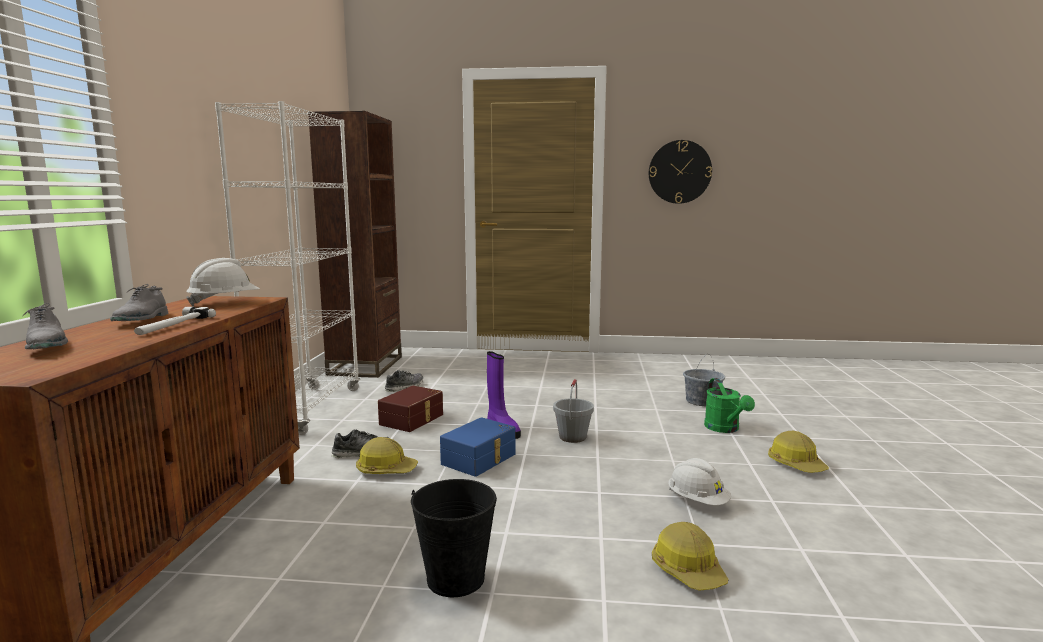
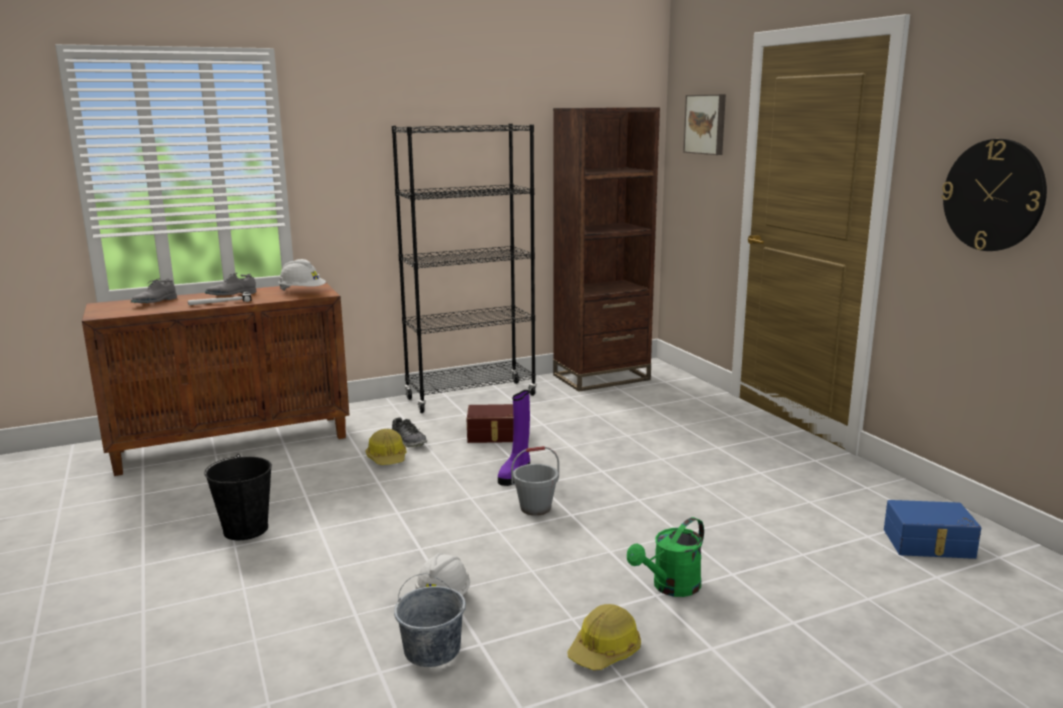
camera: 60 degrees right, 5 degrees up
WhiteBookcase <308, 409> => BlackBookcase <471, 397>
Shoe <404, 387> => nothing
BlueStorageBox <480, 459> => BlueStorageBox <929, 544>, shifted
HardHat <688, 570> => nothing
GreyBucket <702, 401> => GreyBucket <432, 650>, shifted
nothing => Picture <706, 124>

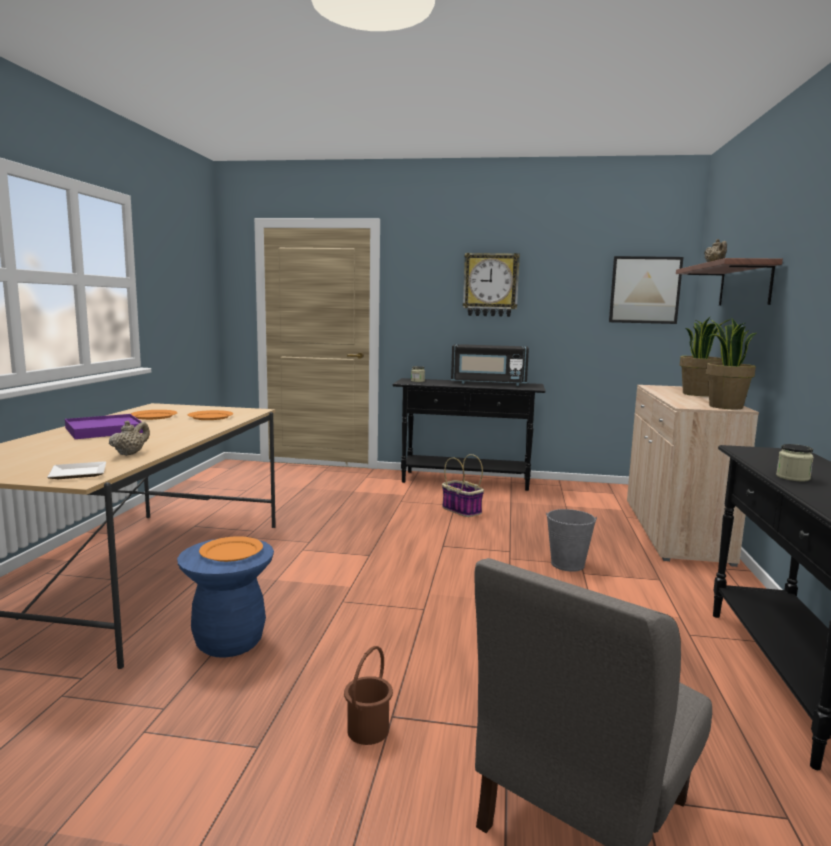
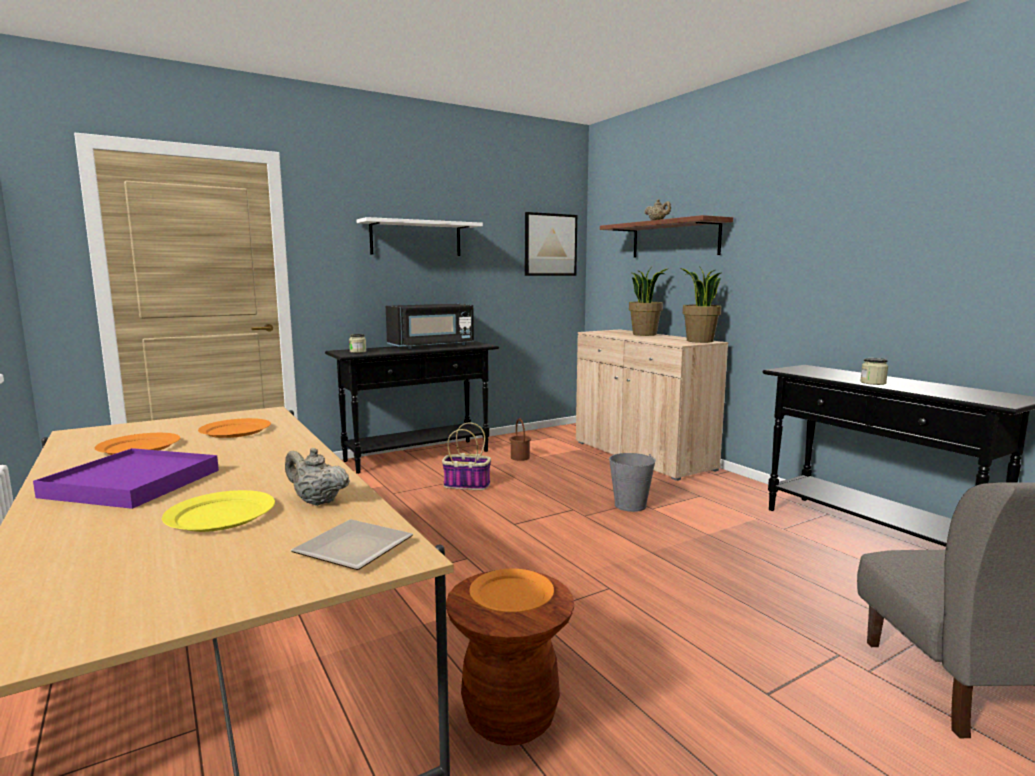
camera: 40 degrees left, 0 degrees up
BeigeTeapot <130, 453> => BeigeTeapot <316, 501>, 45 degrees counterclockwise
BlueStool <229, 642> => BrownStool <510, 717>
BrownBucket <368, 730> => BrownBucket <520, 457>, shifted
WallClock <490, 285> => WhiteShelf <416, 238>
nothing => YellowPlate <220, 515>

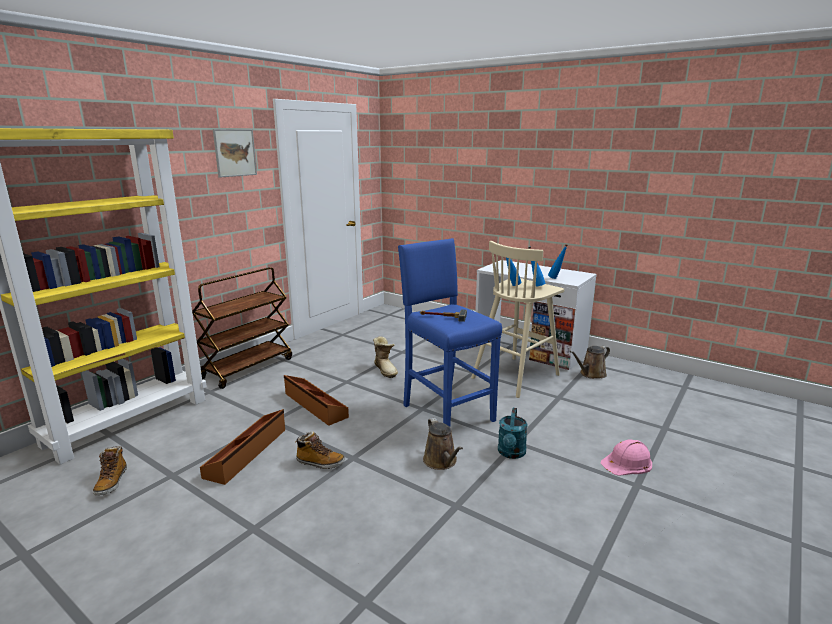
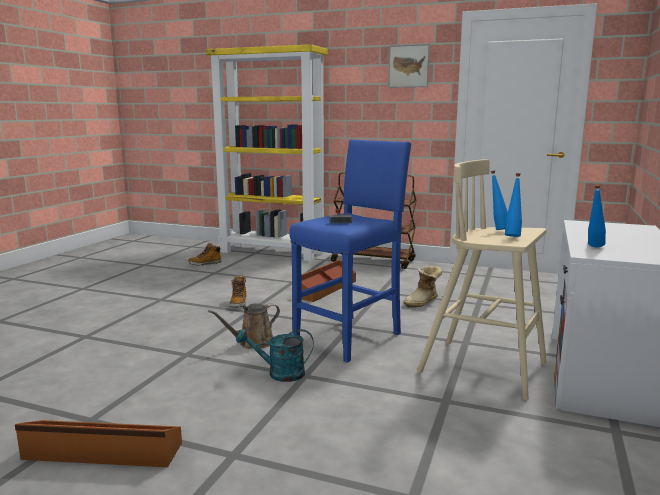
camera: 75 degrees right, 5 degrees down
BrownStorageBox <247, 452> => BrownStorageBox <102, 452>, shifted
BrownWateringCan <591, 374> => nothing
PinkHardHat <627, 463> => nothing

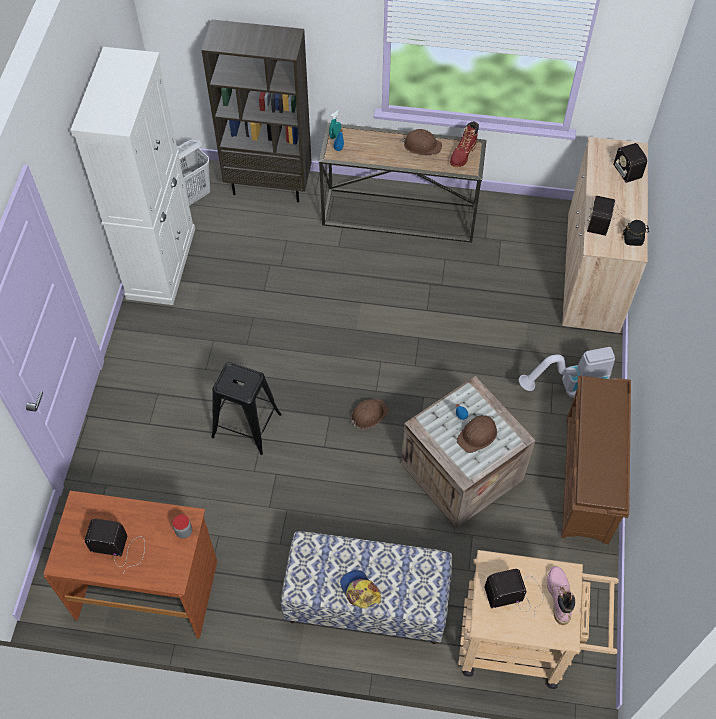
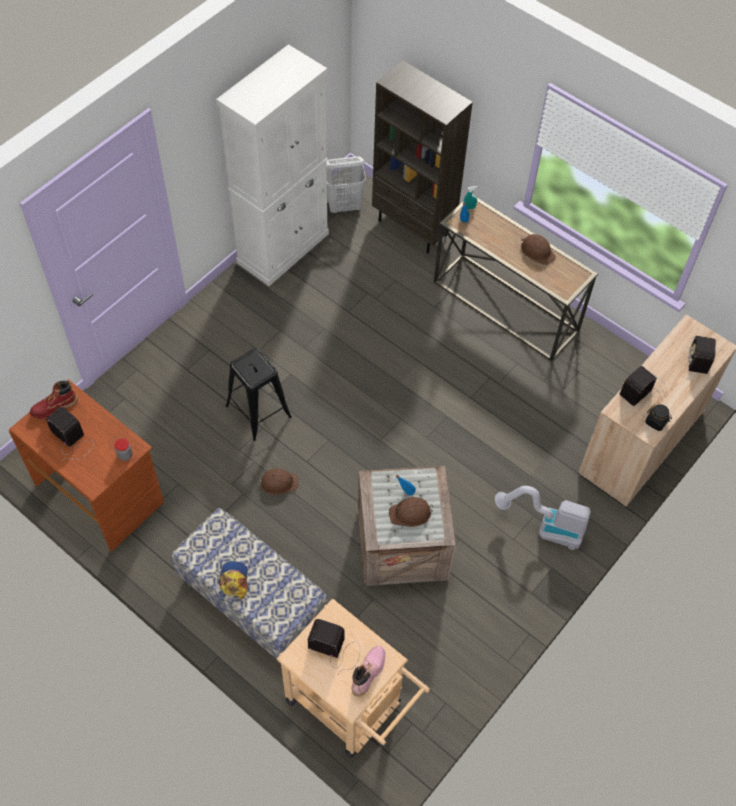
camera: 30 degrees right, 0 degrees up
BrownHardHat <368, 414> => BrownHardHat <278, 483>, shifted
RedBoot <463, 155> => RedBoot <54, 407>, shifted
BrownShoeRack <588, 480> => nothing

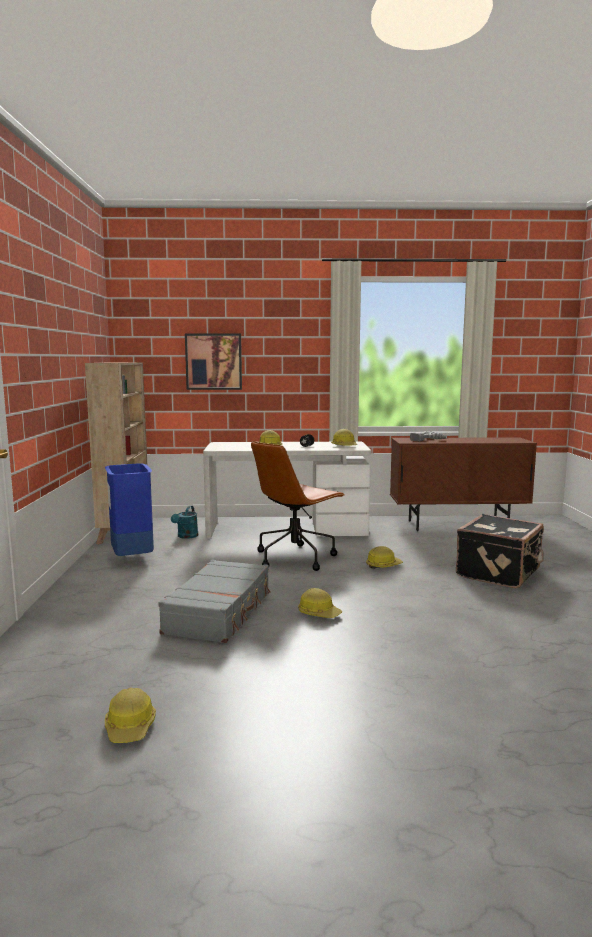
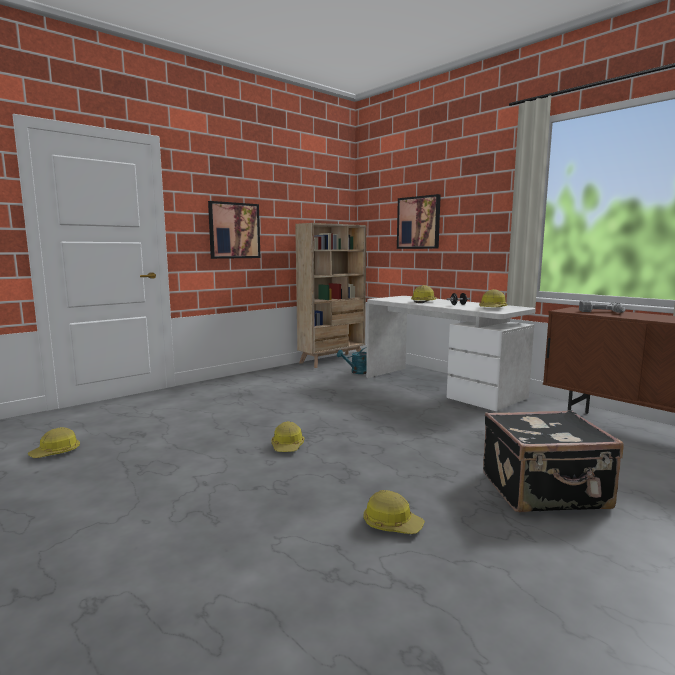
camera: 50 degrees right, 0 degrees up
BlueTrashCan <132, 558> => nothing
GreySuitcase <220, 612> => nothing
BrownOfficeChair <295, 557> => nothing
HardHat <383, 565> => HardHat <392, 524>, shifted
nothing => Picture <234, 230>

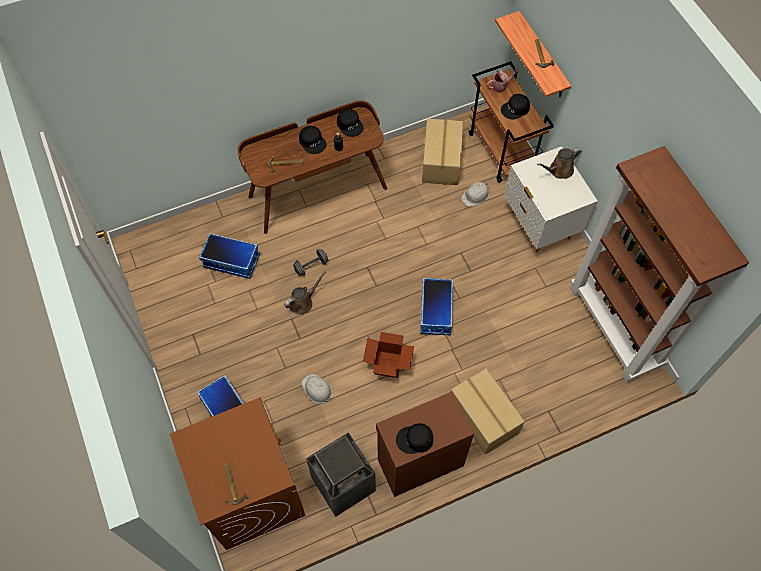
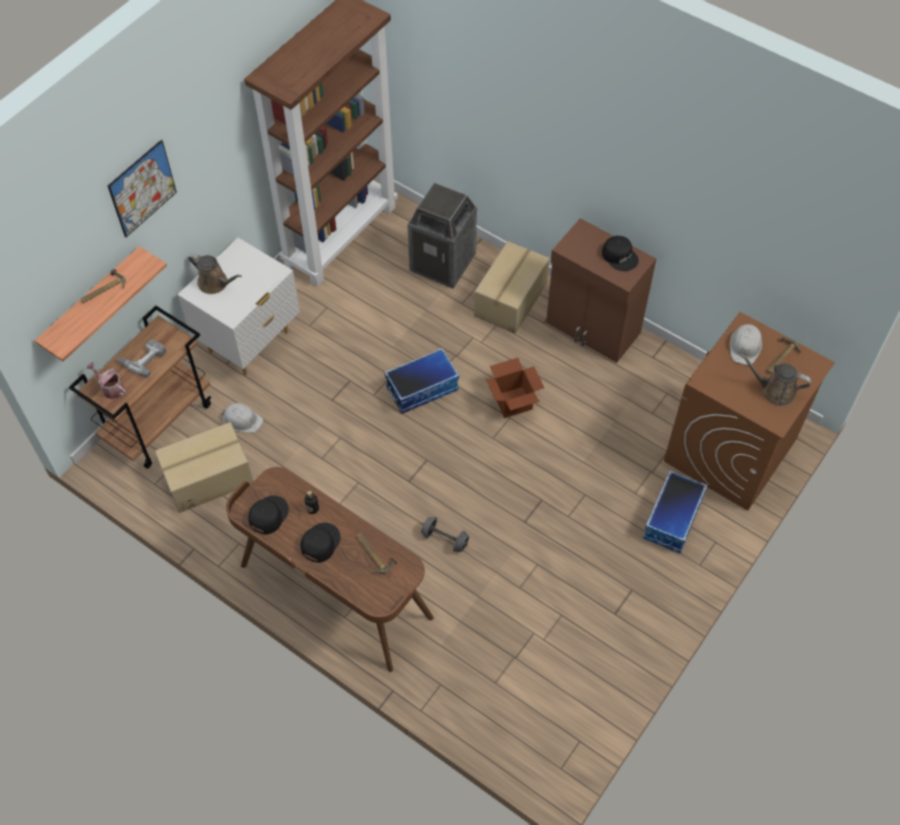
camera: 120 degrees left, 5 degrees down
StorageBox <232, 261> => nothing
BrownWateringCan <303, 302> => BrownWateringCan <774, 391>, shifted
WhiteHardHat <317, 389> => WhiteHardHat <745, 346>, shifted
TrashCan <343, 485> => TrashCan <443, 263>, shifted
BlackCap <515, 109> => PowerDrill <142, 359>
nothing => Picture <142, 188>

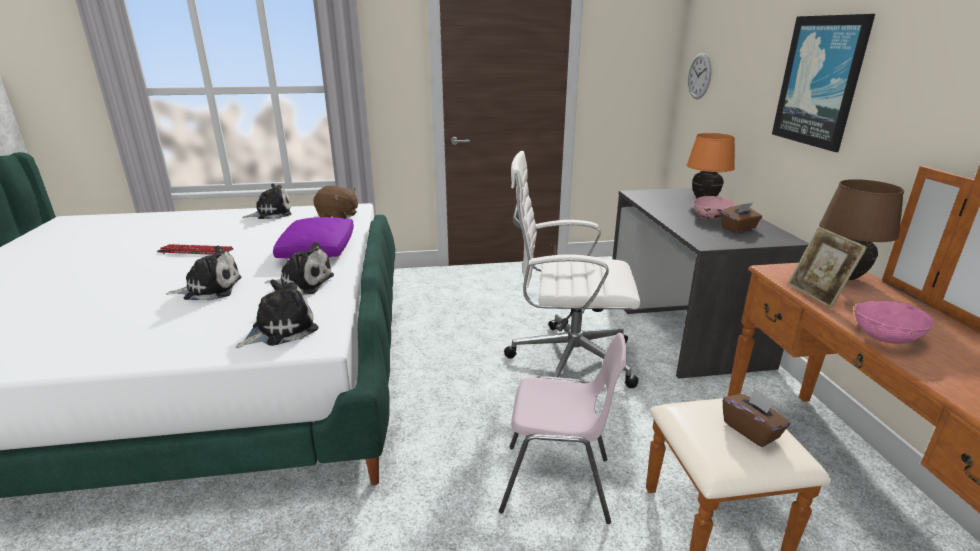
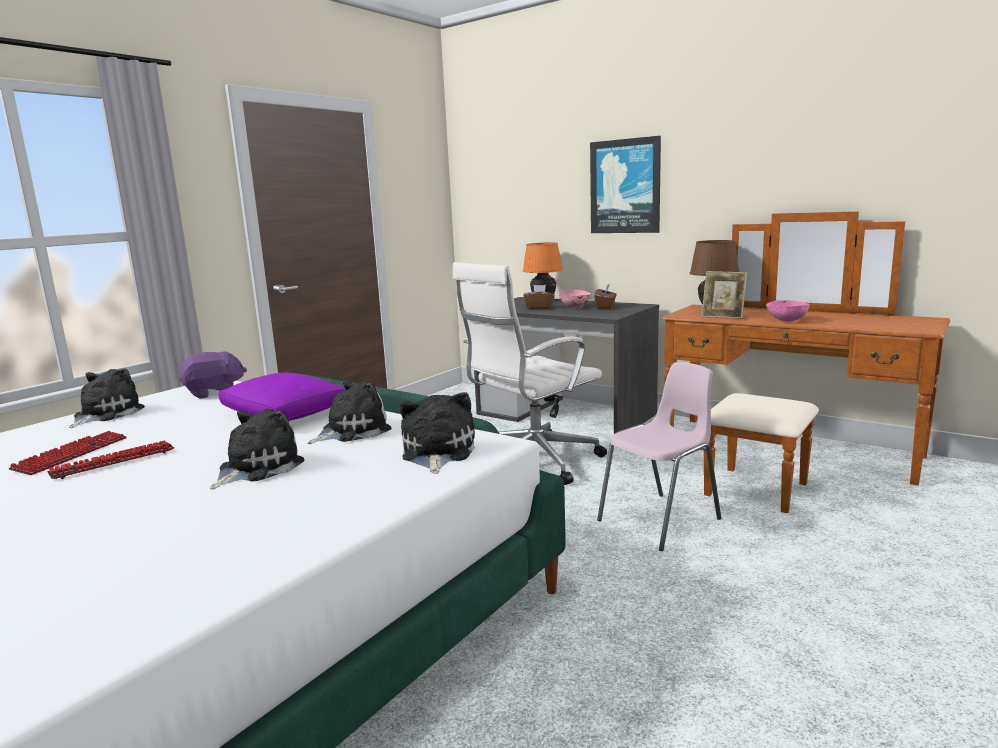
camera: 45 degrees left, 10 degrees down
BrownPlushToy <338, 216> => PurplePlushToy <214, 393>
WallClock <699, 76> => nothing
BrownTissueBox <751, 430> => BrownTissueBox <539, 307>, shifted
nothing => Keyboard <71, 454>

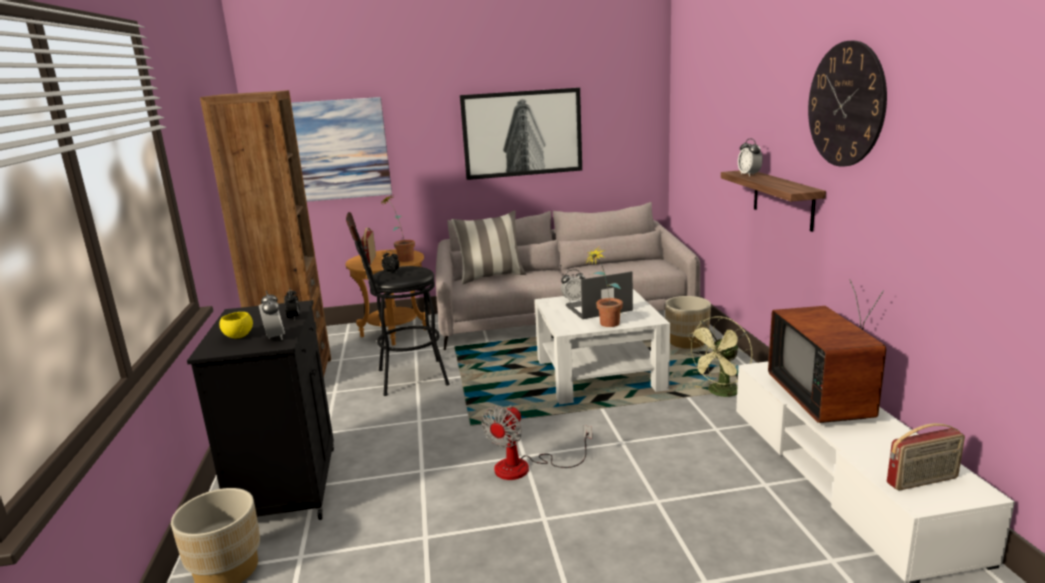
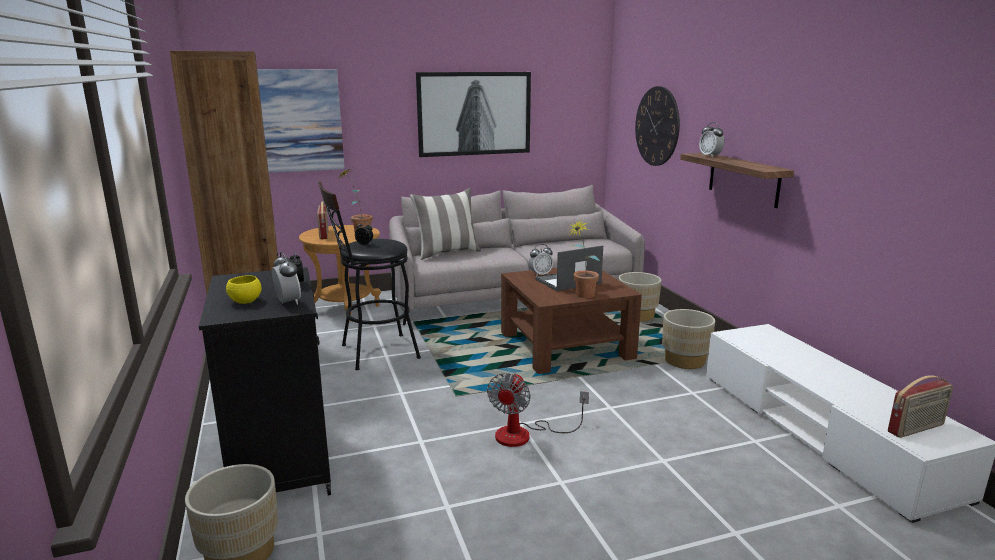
camera: 10 degrees left, 0 degrees up
WhiteCoffeeTable <599, 374> => BrownCoffeeTable <565, 345>
GreenFan <720, 393> => BeigePlanter <685, 360>
Television <826, 399> => nothing
WallClock <846, 104> => WallClock <657, 126>, shifted

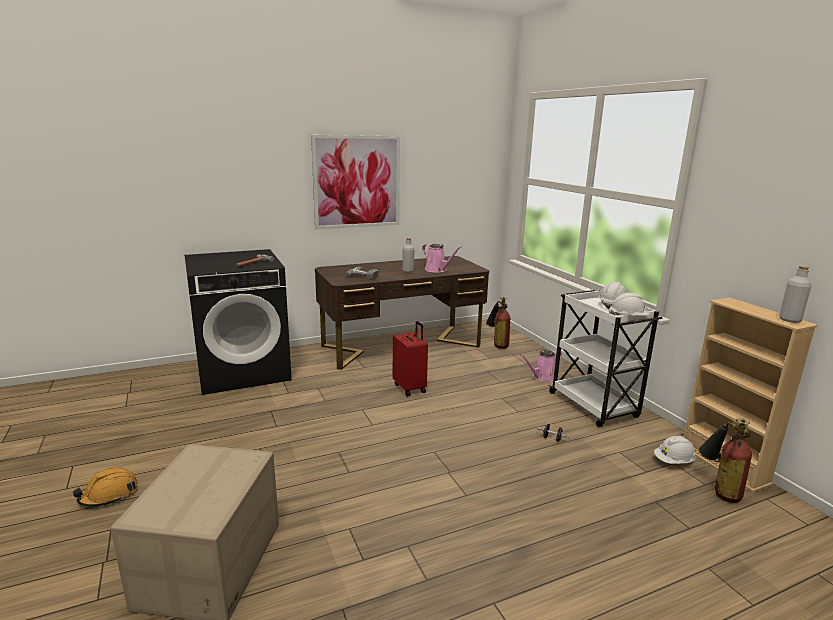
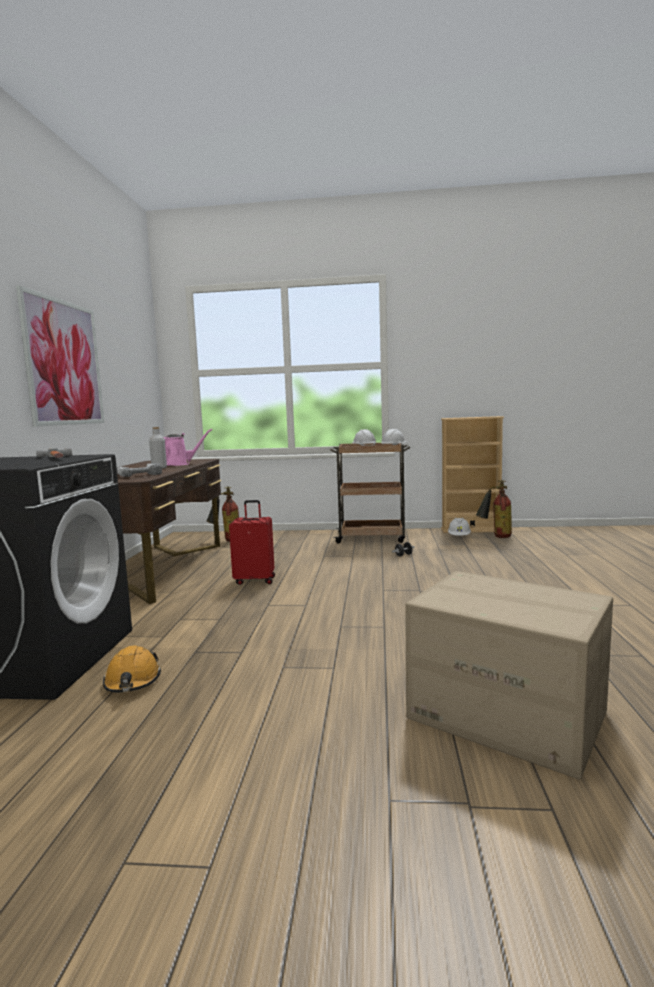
camera: 60 degrees left, 10 degrees down
OrangeHardHat <109, 494> => OrangeHardHat <132, 681>, shifted
PinkWateringCan <542, 377> => nothing
WhiteCart <594, 406> => BrownCart <372, 537>
GreyBottle <789, 320> => nothing

